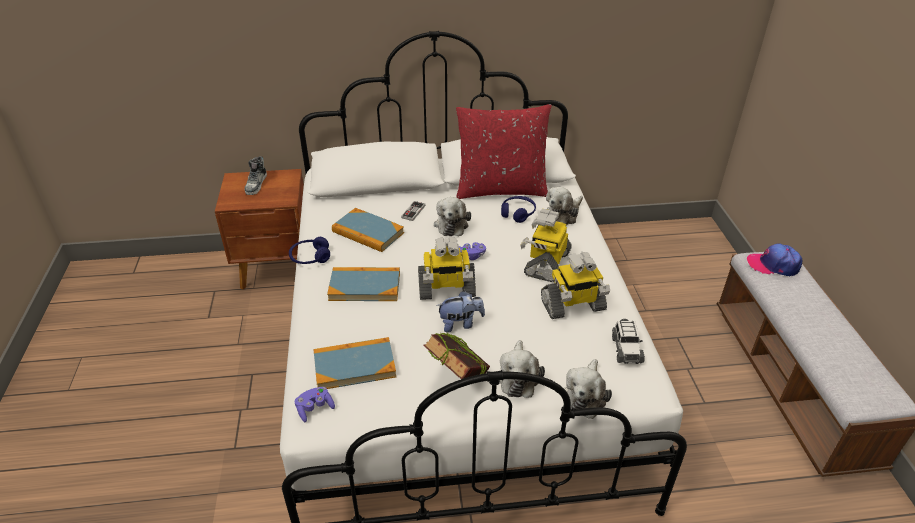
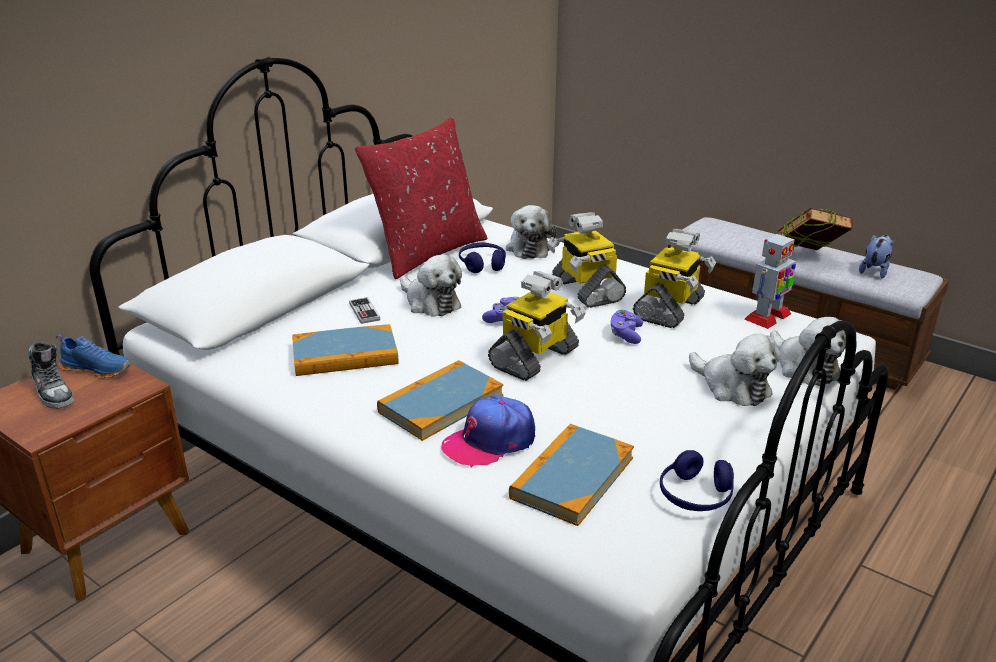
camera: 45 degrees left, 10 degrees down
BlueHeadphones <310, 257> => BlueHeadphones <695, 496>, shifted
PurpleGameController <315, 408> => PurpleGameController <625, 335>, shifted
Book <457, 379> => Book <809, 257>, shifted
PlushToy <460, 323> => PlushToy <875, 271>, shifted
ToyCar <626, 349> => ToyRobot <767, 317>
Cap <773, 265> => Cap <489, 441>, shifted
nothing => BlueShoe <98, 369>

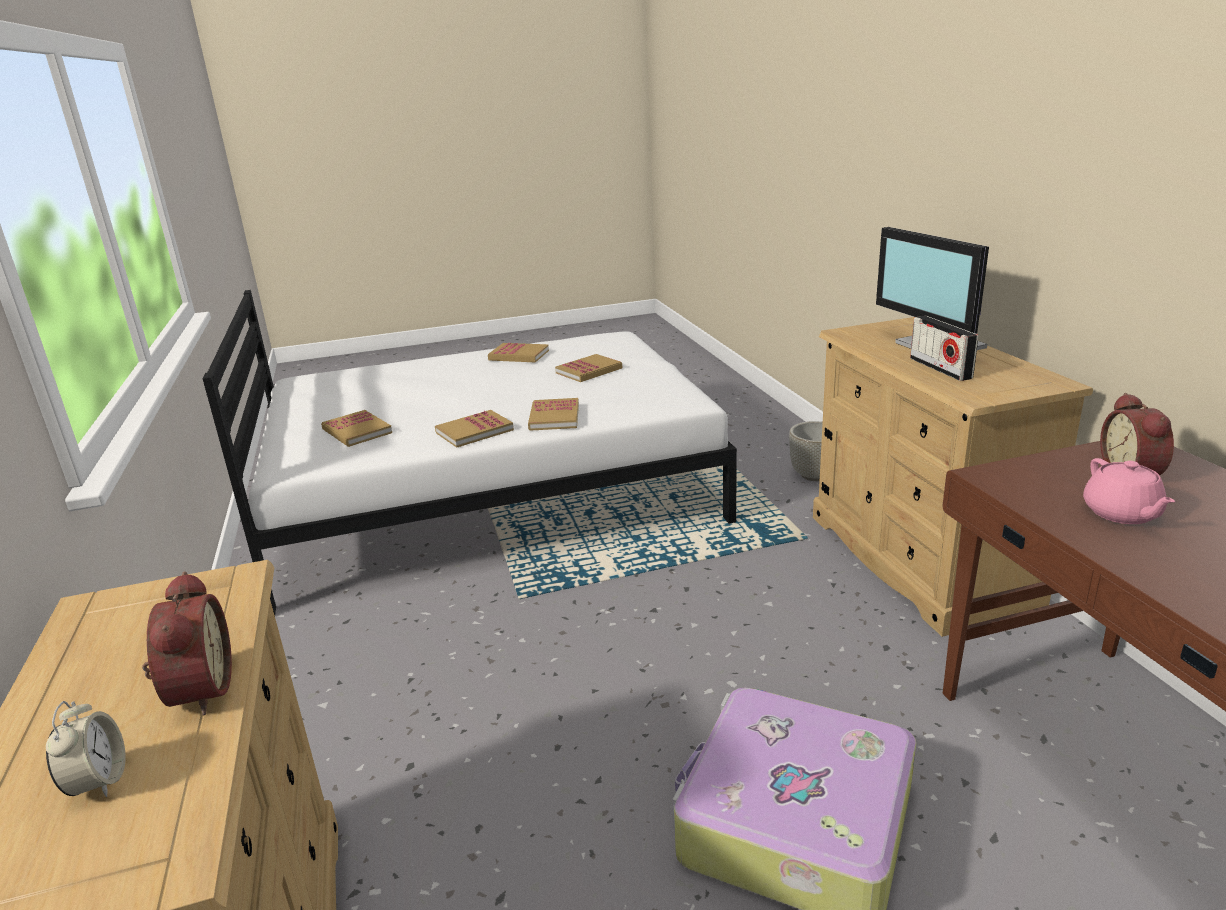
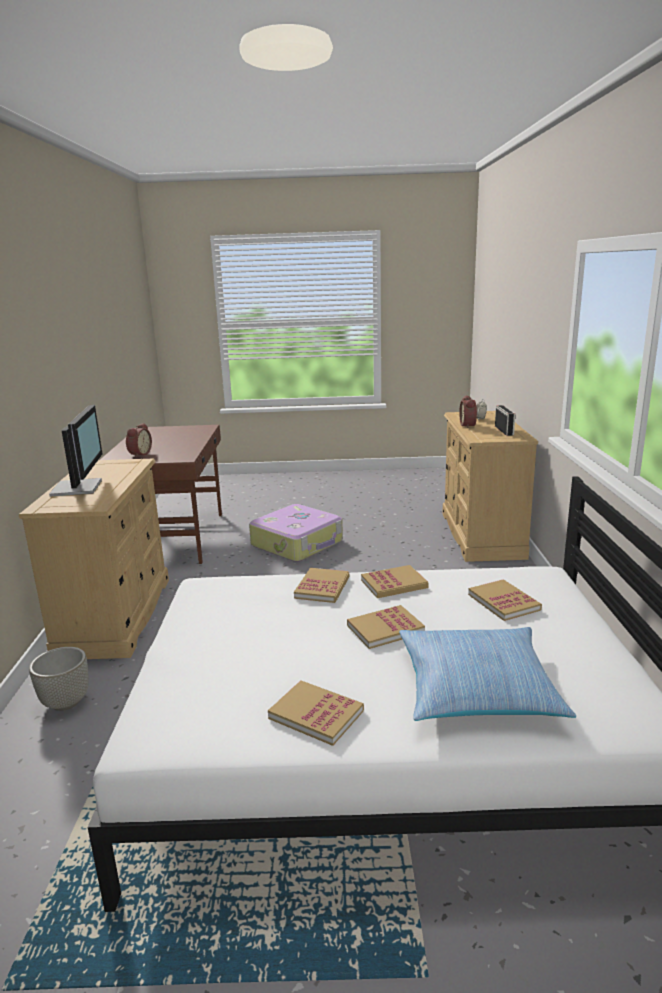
camera: 165 degrees left, 5 degrees down
Book <589, 371> => Book <385, 629>, shifted
Radio <940, 368> => Radio <504, 431>, shifted
PinkTeapot <1121, 514> => nothing
nothing => Pillow <477, 687>

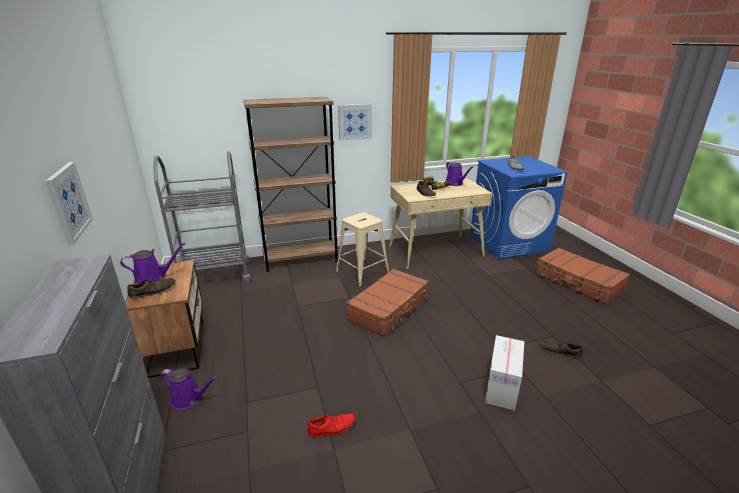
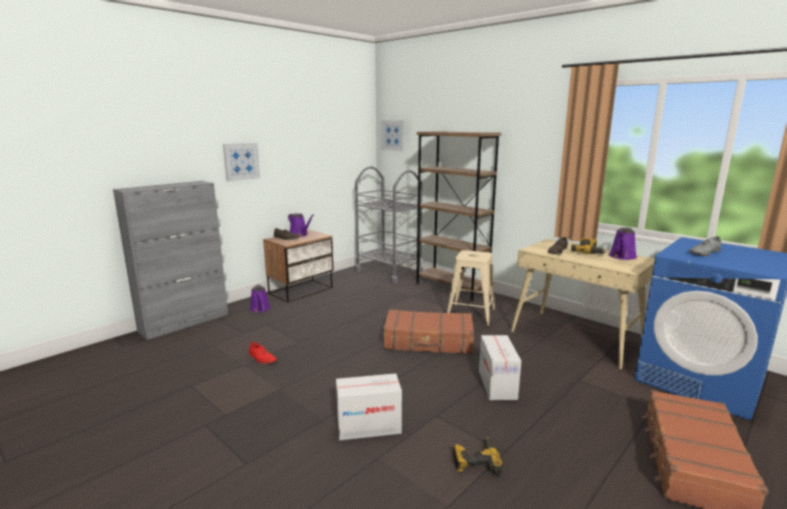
camera: 60 degrees right, 10 degrees down
Picture <355, 122> => Picture <393, 135>, shifted
BrownShoe <559, 351> => PowerDrill <476, 461>
nothing => CardboardBox <497, 384>

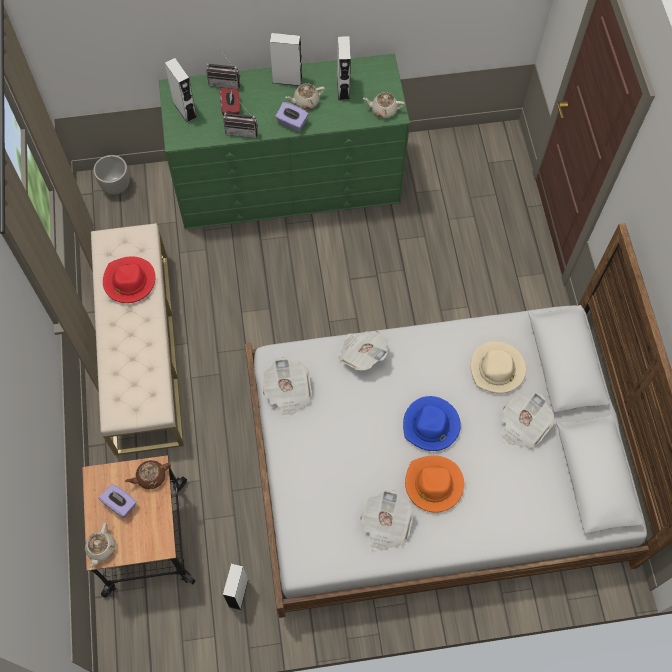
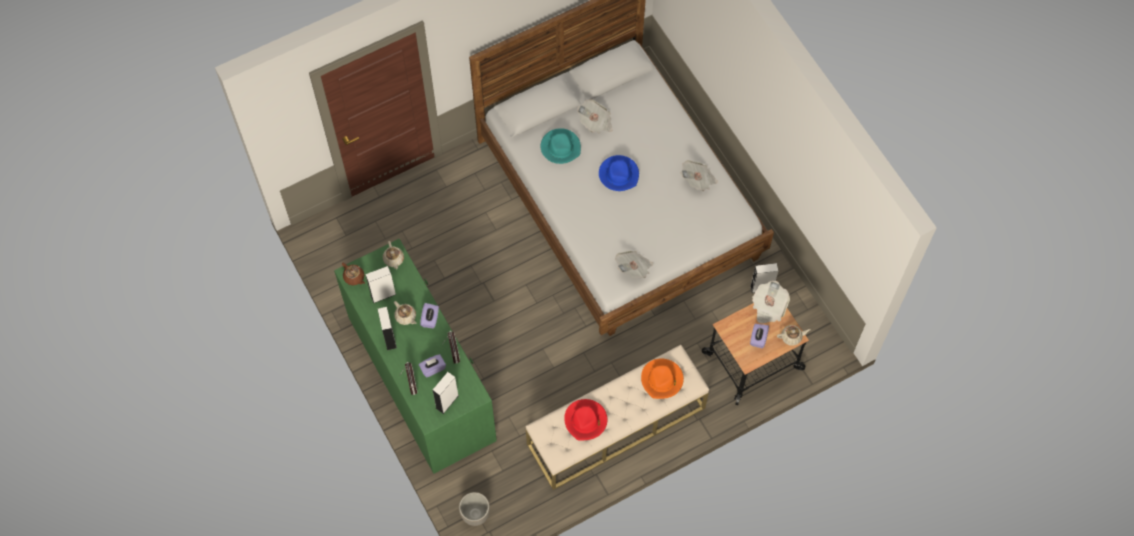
camera: 110 degrees left, 0 degrees up
BrownTeapot <150, 477> => BrownTeapot <354, 277>, shifted
RedTissueBox <231, 108> => PurpleTissueBox <433, 368>
Newspaper <362, 354> => Newspaper <768, 307>, shifted
OrangeHat <433, 485> => OrangeHat <662, 379>, shifted
BeigeHat <497, 369> => TurquoiseHat <560, 147>

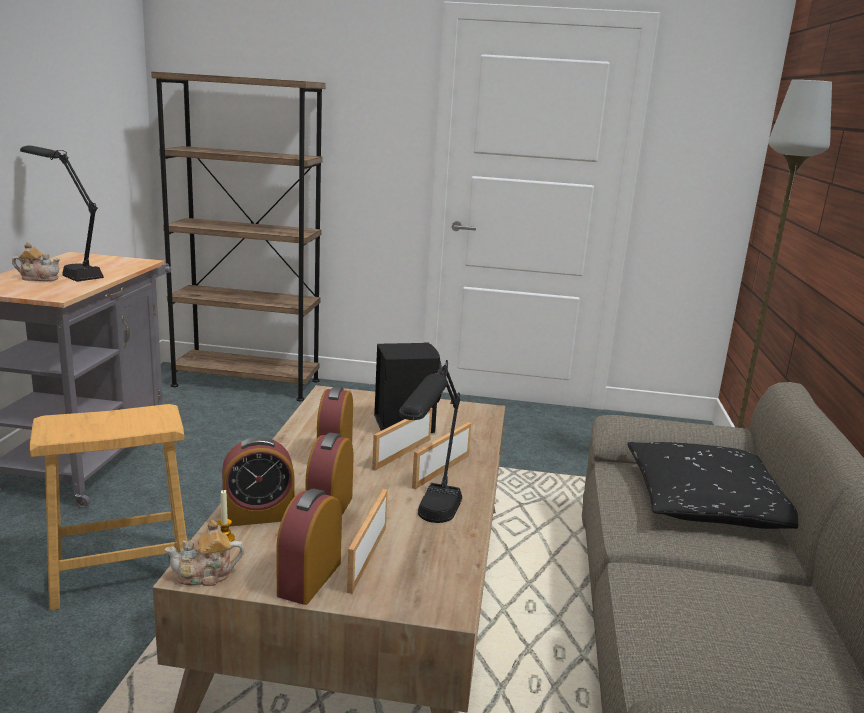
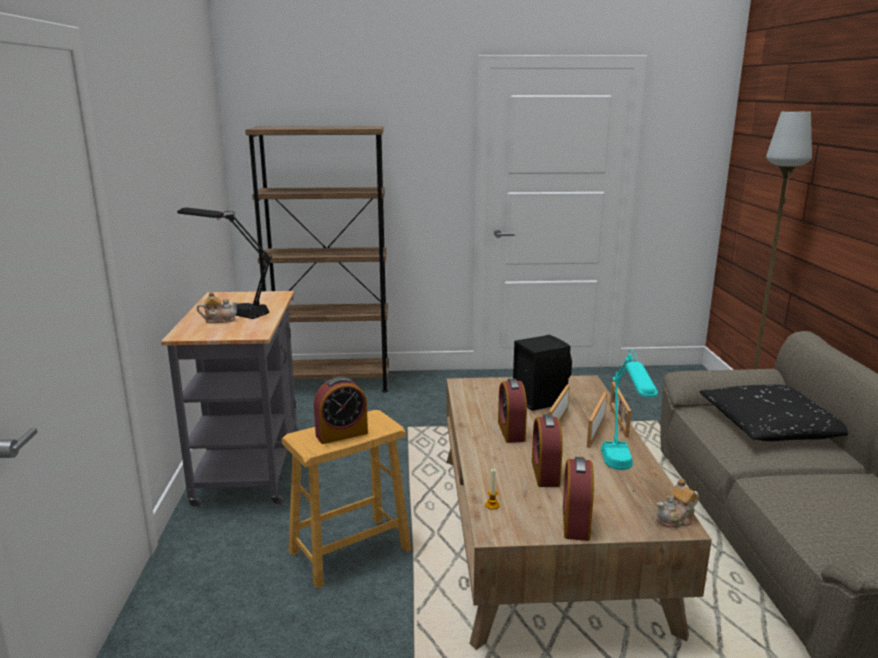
camera: 10 degrees left, 0 degrees up
Teapot <205, 575> => Teapot <676, 519>, shifted
AlarmClock <258, 516> => AlarmClock <341, 434>, shifted
PictureFrame <365, 558> => PictureFrame <617, 421>, shifted
BlackTableLamp <428, 527> => TurquoiseTableLamp <622, 473>

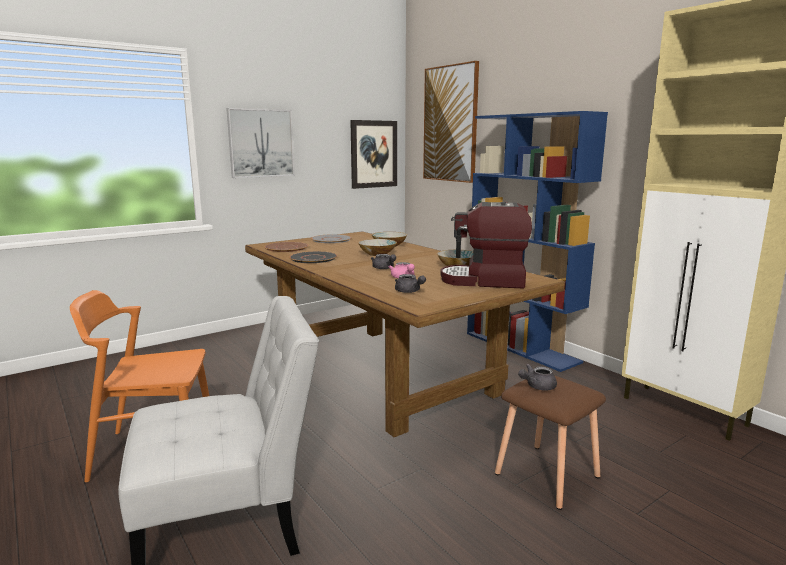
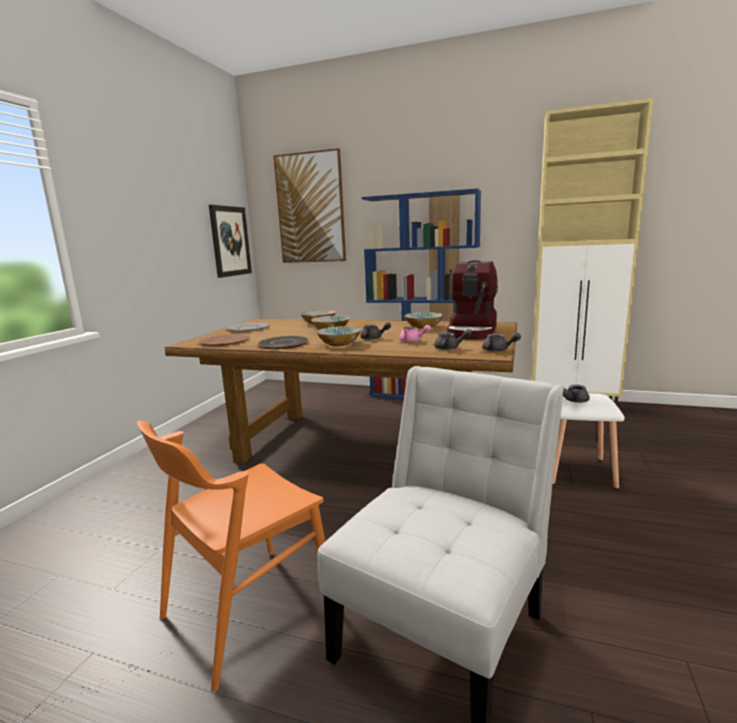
camera: 35 degrees left, 0 degrees up
Picture <261, 143> => nothing
CoffeeMachine <484, 281> => CoffeeMachine <473, 331>, 45 degrees counterclockwise
BrownStool <547, 476> => WhiteStool <578, 472>
nothing => Bowl <340, 344>
nothing => GreyTeapot <499, 350>

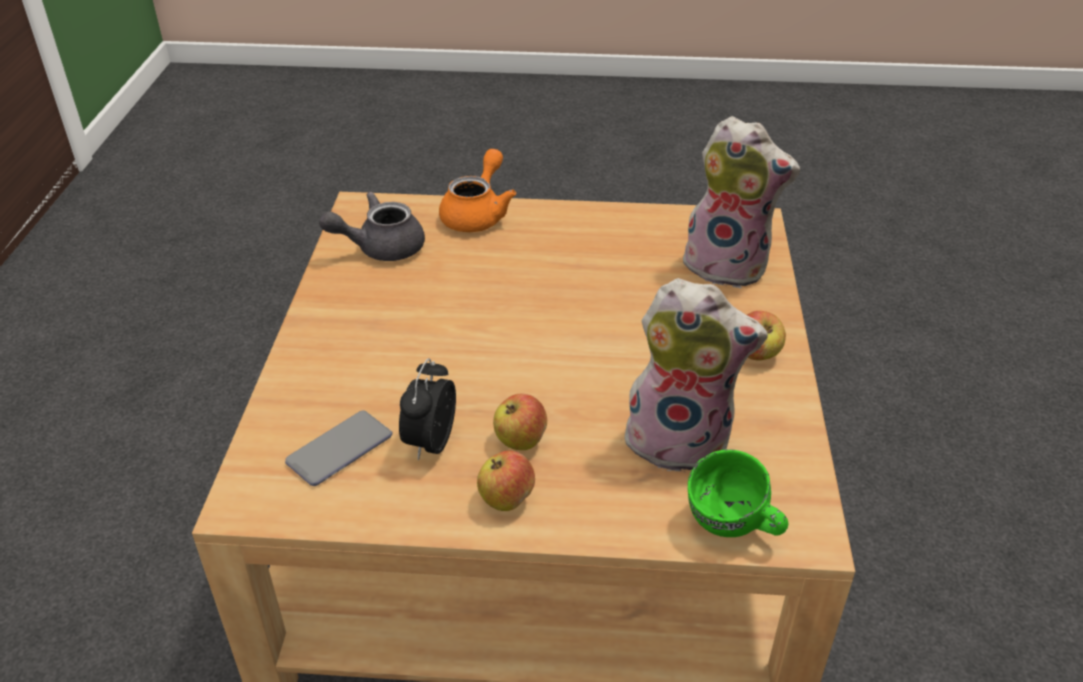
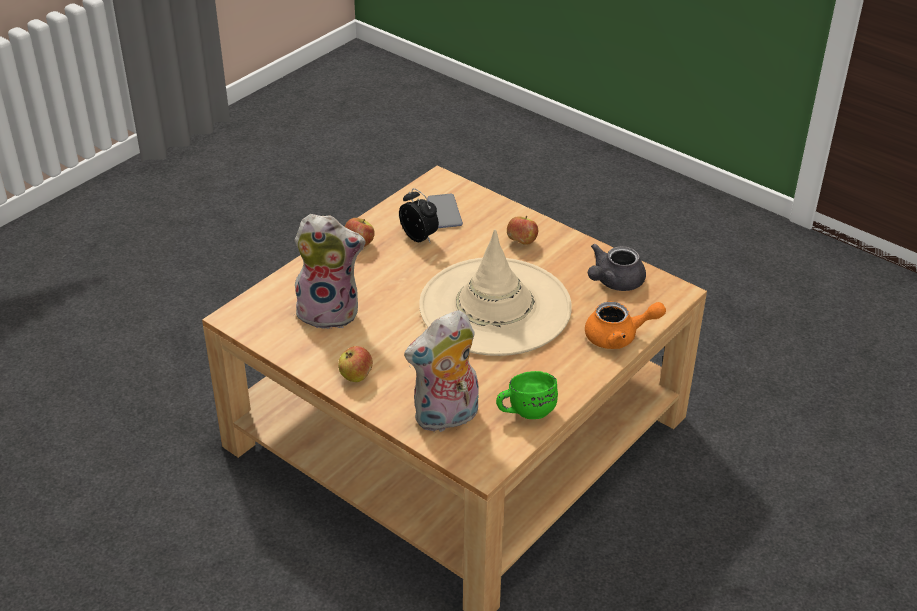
camera: 125 degrees right, 0 degrees up
GreyTeapot <380, 248> => GreyTeapot <613, 282>, 150 degrees counterclockwise
OrangeTeapot <478, 214> => OrangeTeapot <618, 337>, 60 degrees counterclockwise
Apple <520, 440> => Apple <521, 242>, shifted
PlushToy <680, 440> => PlushToy <330, 311>, 135 degrees counterclockwise
GreenMug <732, 528> => GreenMug <525, 410>, shifted
nothing => BeigeHat <495, 307>

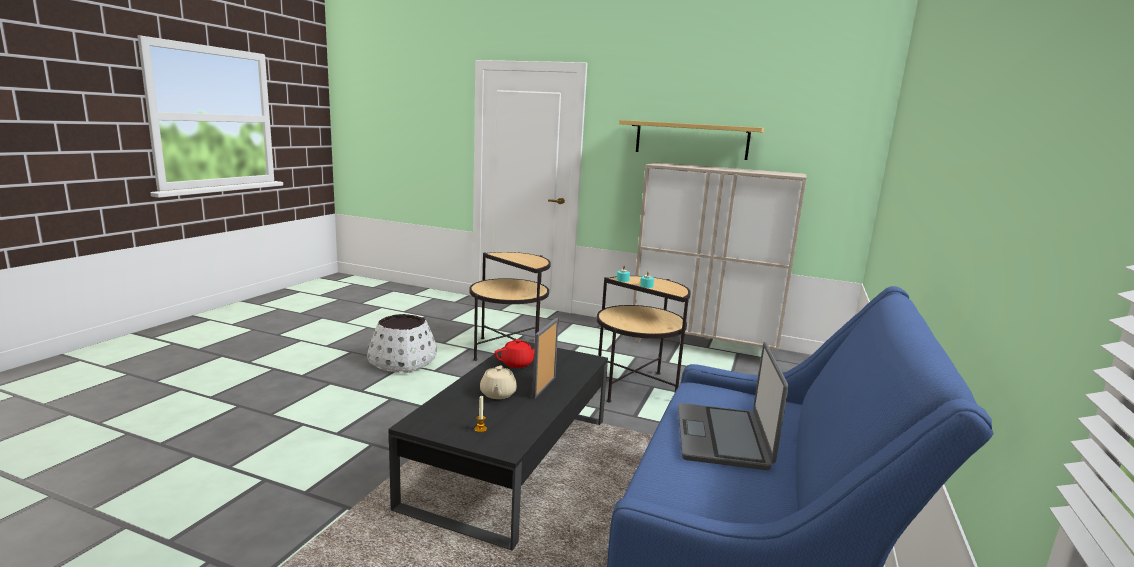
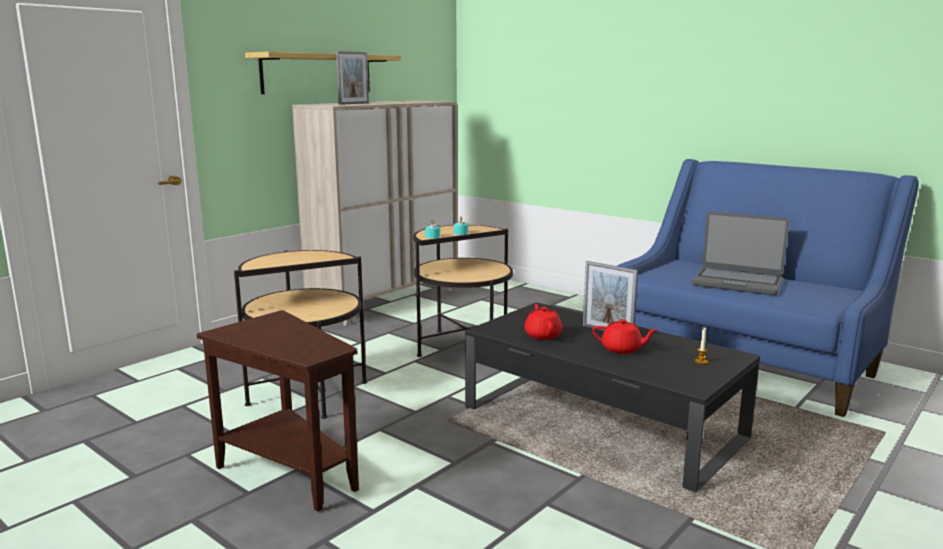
camera: 70 degrees left, 0 degrees up
WhitePlanter <402, 362> => BrownSideTable <289, 471>
BeigeTeapot <497, 394> => RedTeapot <622, 349>
nothing => PictureFrame <354, 103>

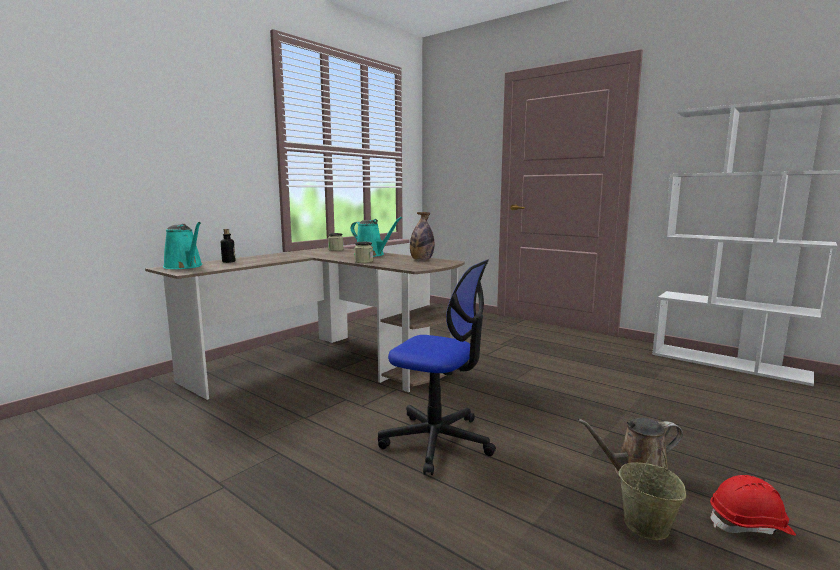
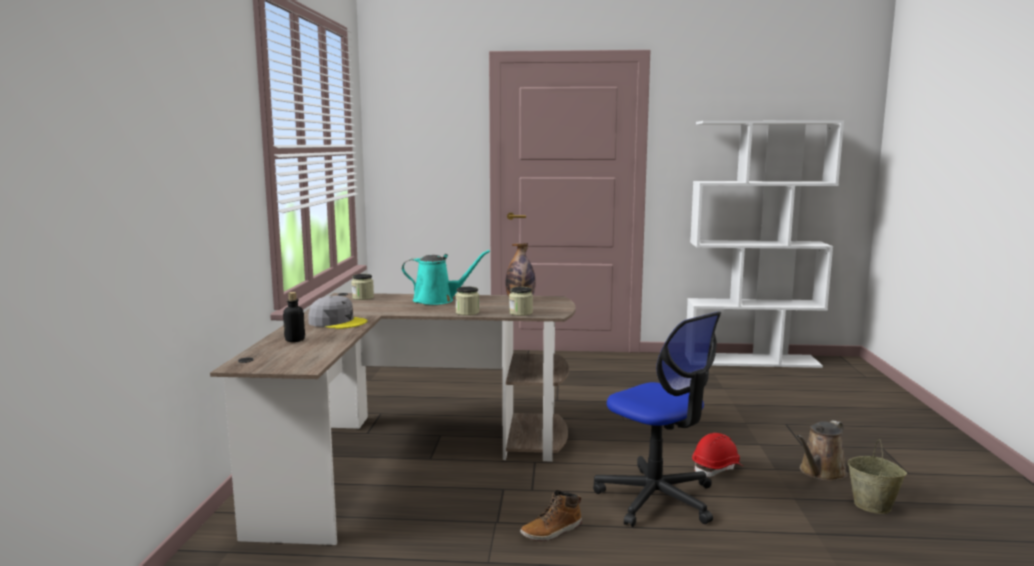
camera: 35 degrees left, 0 degrees up
TurquoiseWateringCan <185, 266> => nothing
OfficeChair <437, 441> => OfficeChair <656, 498>, 60 degrees clockwise
RedHardHat <750, 525> => RedHardHat <717, 468>, shifted
nothing => GreyCap <337, 322>
nothing => Jar <520, 313>
nothing => Boot <552, 531>

